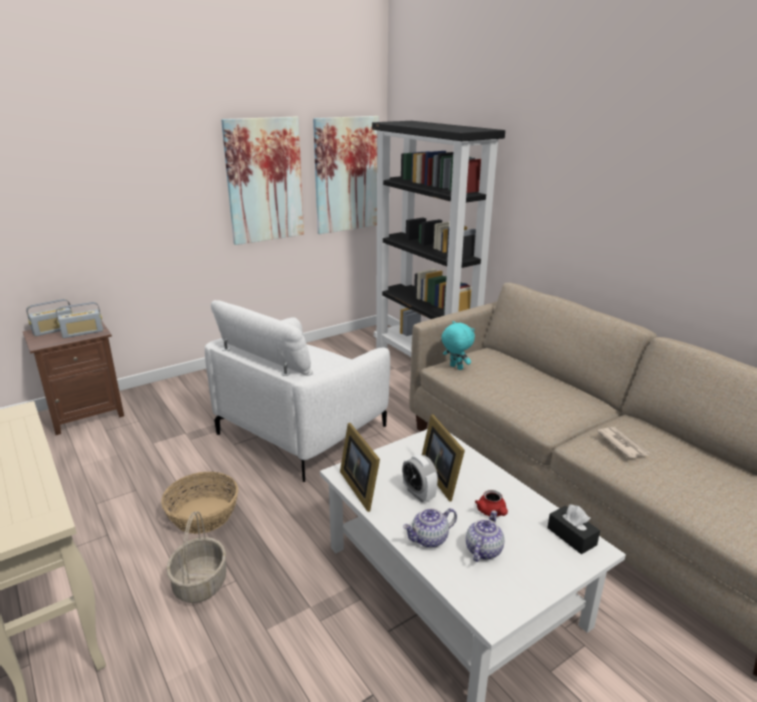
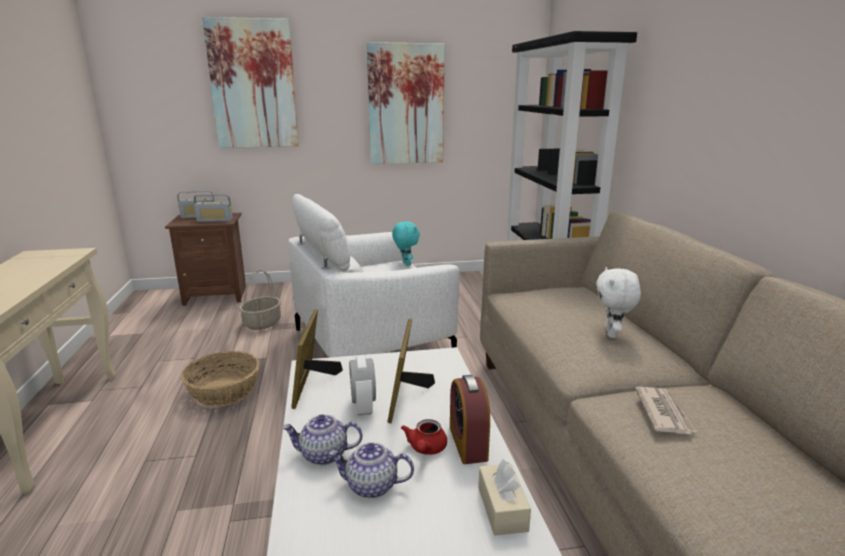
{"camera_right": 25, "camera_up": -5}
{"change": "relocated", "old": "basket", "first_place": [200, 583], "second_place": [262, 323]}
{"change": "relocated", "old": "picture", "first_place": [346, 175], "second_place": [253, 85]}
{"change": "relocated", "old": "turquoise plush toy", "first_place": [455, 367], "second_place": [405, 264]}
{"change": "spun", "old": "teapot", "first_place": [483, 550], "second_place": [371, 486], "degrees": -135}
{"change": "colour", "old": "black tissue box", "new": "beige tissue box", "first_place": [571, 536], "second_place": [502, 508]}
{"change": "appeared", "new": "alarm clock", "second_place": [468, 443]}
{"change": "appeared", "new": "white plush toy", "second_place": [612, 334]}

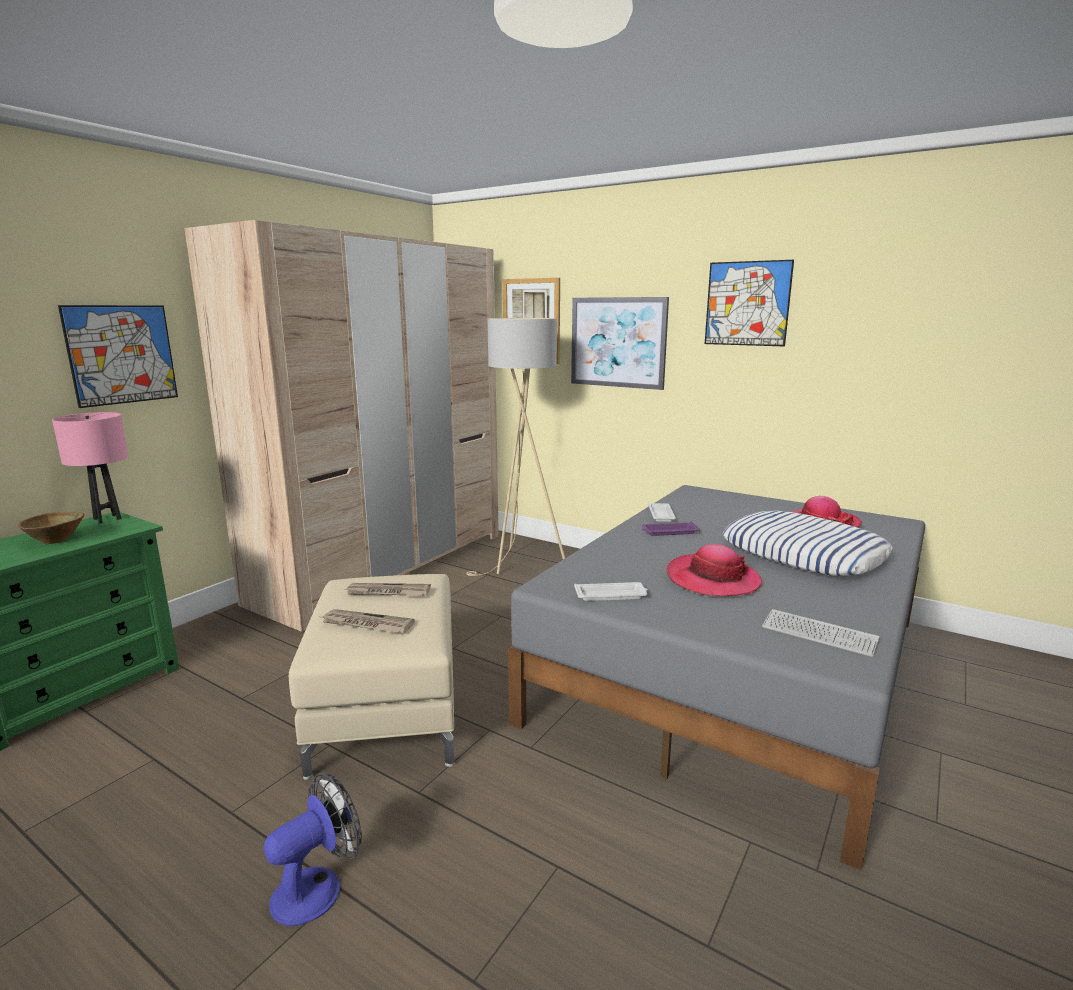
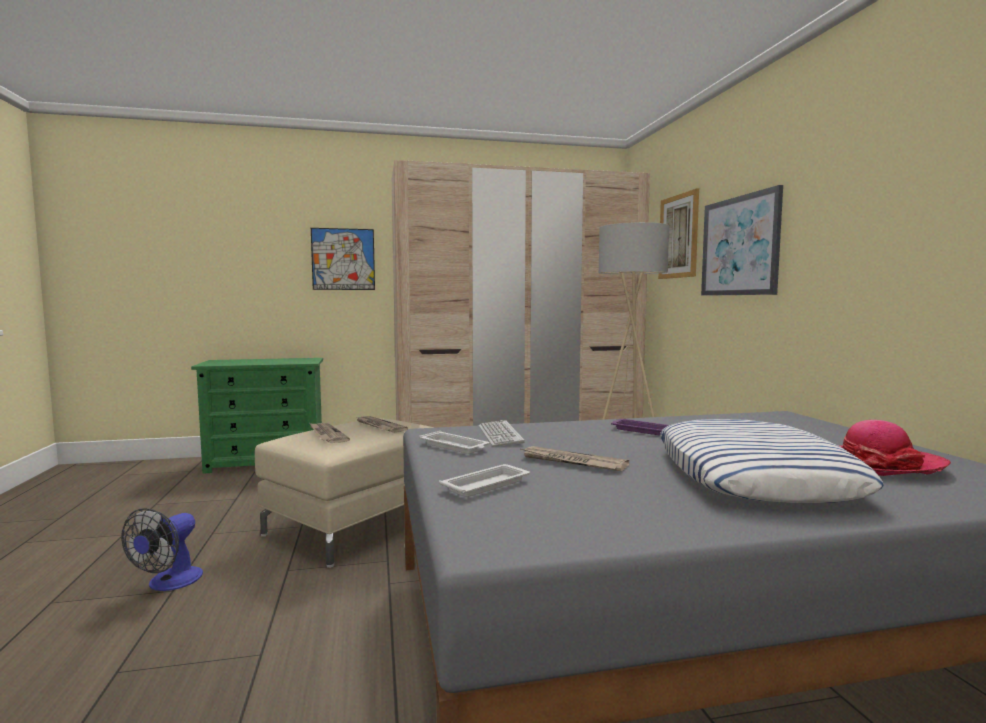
{"camera_right": 45, "camera_up": -10}
{"change": "missing", "old": "brown bowl", "first_place": [55, 540]}
{"change": "missing", "old": "pink table lamp", "first_place": [107, 519]}
{"change": "spun", "old": "fan", "first_place": [317, 887], "second_place": [169, 583], "degrees": 105}
{"change": "relocated", "old": "white tray", "first_place": [661, 515], "second_place": [487, 485]}
{"change": "exchanged", "old": "hat", "new": "newspaper", "first_place": [712, 579], "second_place": [572, 462]}
{"change": "missing", "old": "picture", "first_place": [747, 303]}
{"change": "relocated", "old": "keyboard", "first_place": [819, 634], "second_place": [499, 435]}

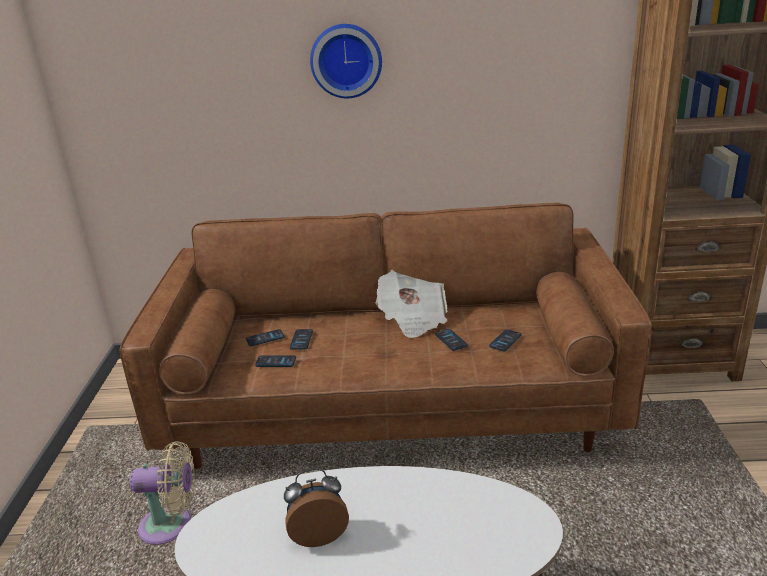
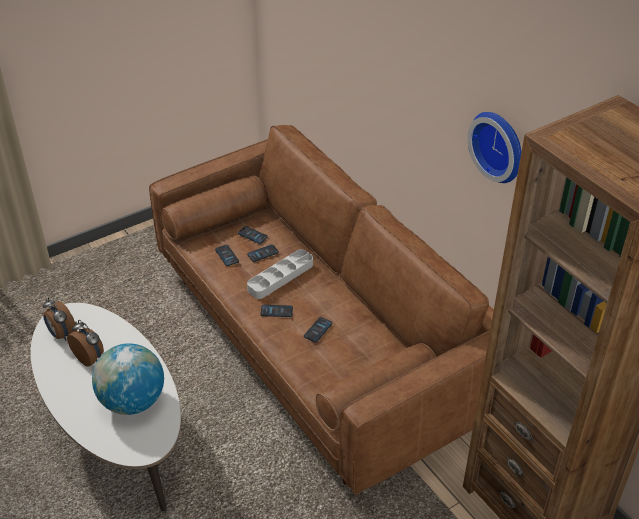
{"camera_right": 55, "camera_up": 15}
{"change": "missing", "old": "beige fan", "first_place": [171, 525]}
{"change": "relocated", "old": "wall clock", "first_place": [346, 60], "second_place": [500, 145]}
{"change": "missing", "old": "newspaper", "first_place": [412, 318]}
{"change": "relocated", "old": "phone", "first_place": [505, 341], "second_place": [276, 311]}
{"change": "appeared", "new": "alarm clock", "second_place": [62, 334]}
{"change": "appeared", "new": "globe", "second_place": [132, 401]}
{"change": "appeared", "new": "grey tray", "second_place": [280, 277]}

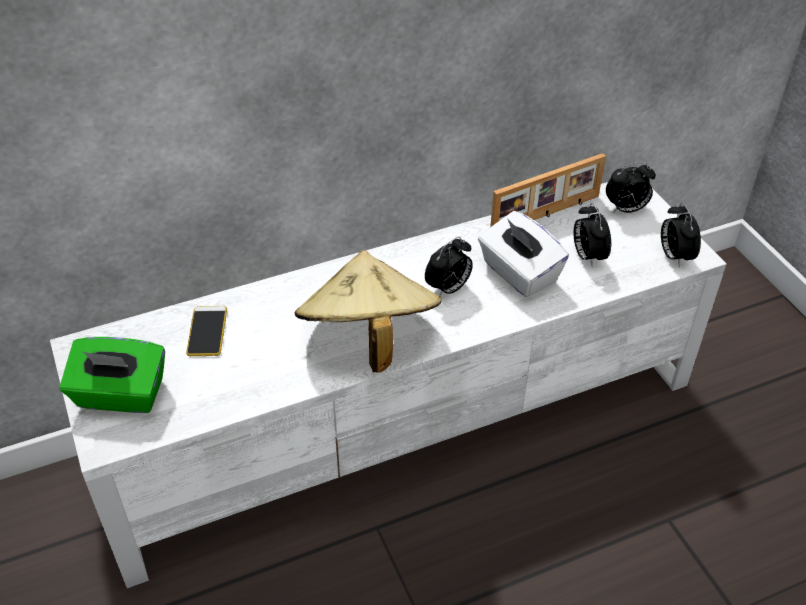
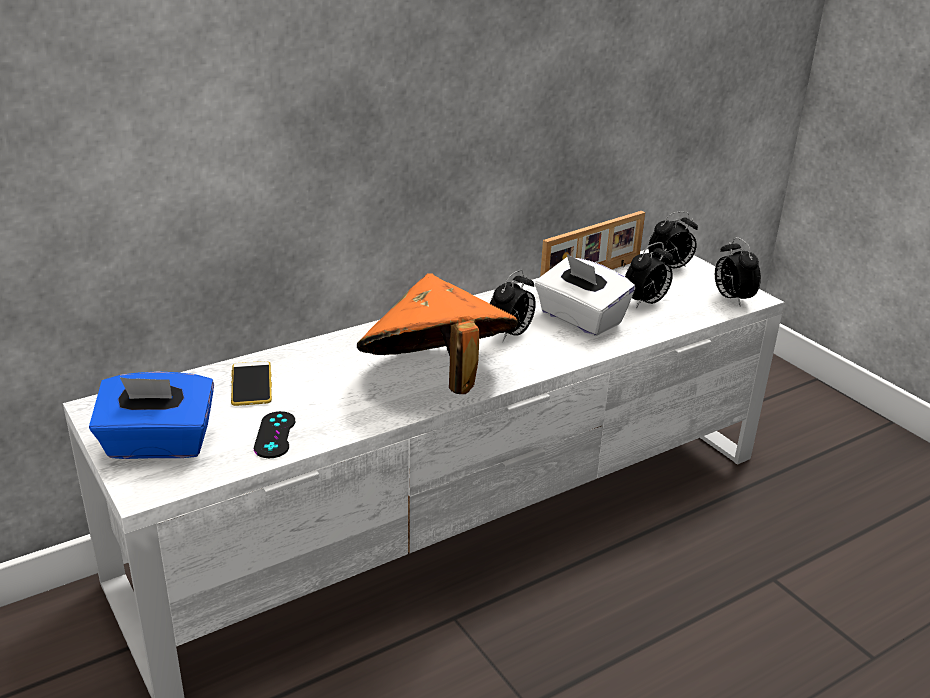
{"camera_right": -10, "camera_up": -15}
{"change": "colour", "old": "green tissue box", "new": "blue tissue box", "first_place": [120, 395], "second_place": [158, 445]}
{"change": "colour", "old": "beige hat", "new": "orange hat", "first_place": [368, 339], "second_place": [436, 379]}
{"change": "spun", "old": "alarm clock", "first_place": [587, 256], "second_place": [645, 303], "degrees": -105}
{"change": "appeared", "new": "black game controller", "second_place": [275, 435]}

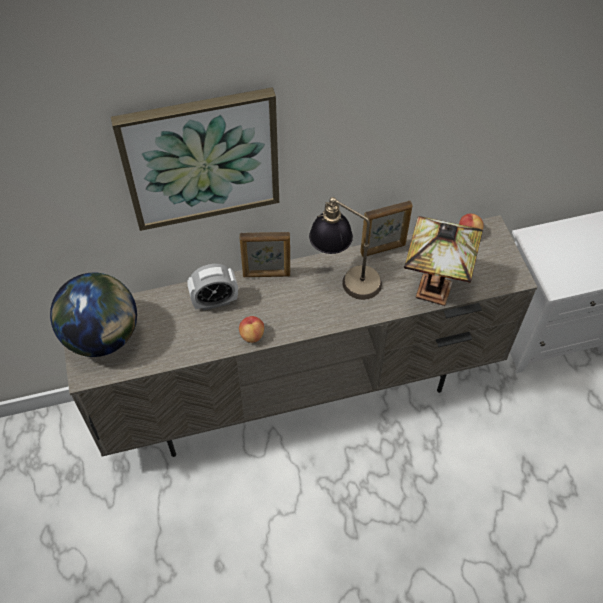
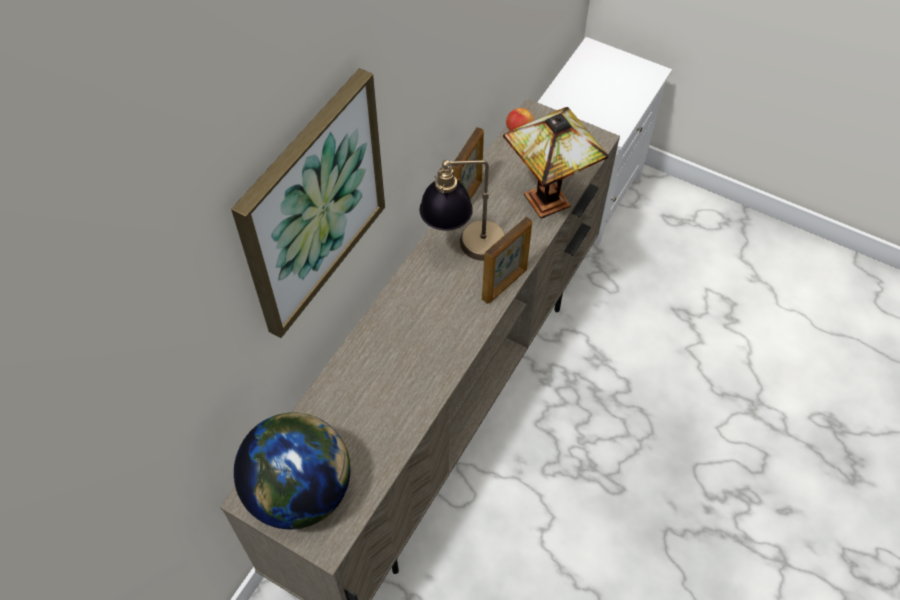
{"camera_right": -45, "camera_up": 0}
{"change": "missing", "old": "alarm clock", "first_place": [215, 301]}
{"change": "relocated", "old": "picture frame", "first_place": [266, 274], "second_place": [505, 284]}
{"change": "missing", "old": "apple", "first_place": [252, 335]}

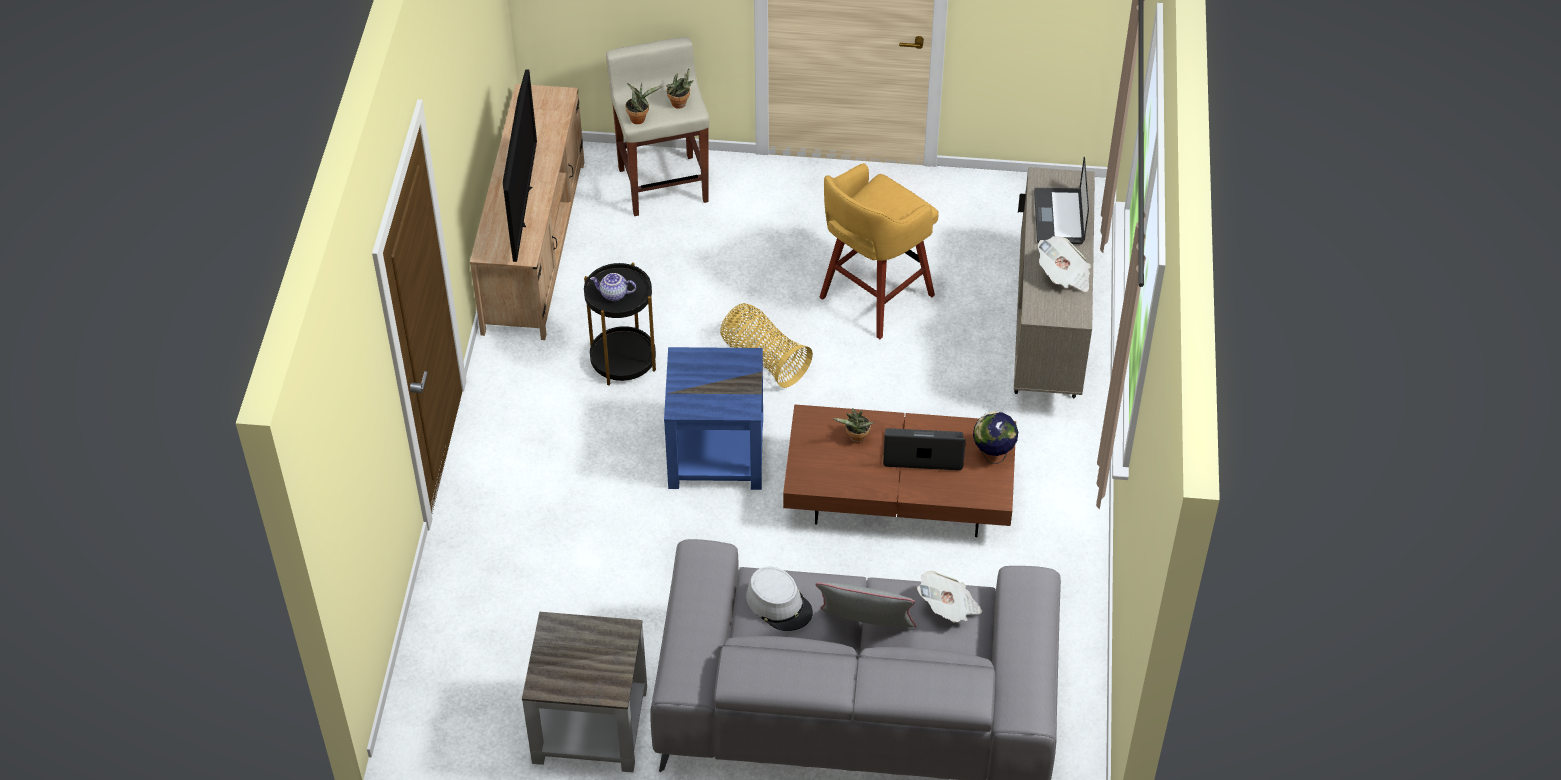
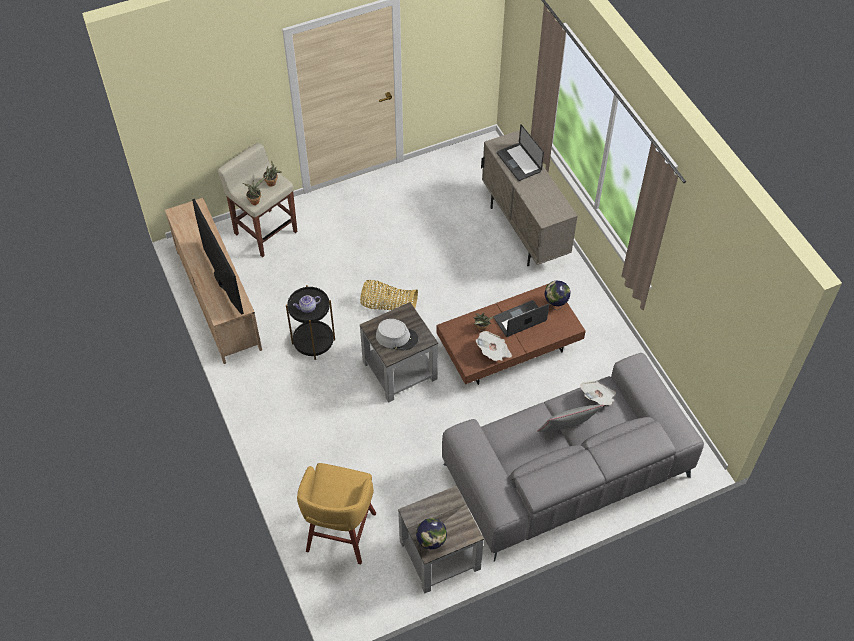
{"camera_right": -30, "camera_up": 5}
{"change": "colour", "old": "blue side table", "new": "grey side table", "first_place": [717, 452], "second_place": [400, 369]}
{"change": "relocated", "old": "grey hat", "first_place": [779, 604], "second_place": [397, 337]}
{"change": "relocated", "old": "yellow stool", "first_place": [874, 298], "second_place": [340, 534]}
{"change": "relocated", "old": "newspaper", "first_place": [1064, 276], "second_place": [493, 352]}
{"change": "appeared", "new": "globe", "second_place": [431, 543]}

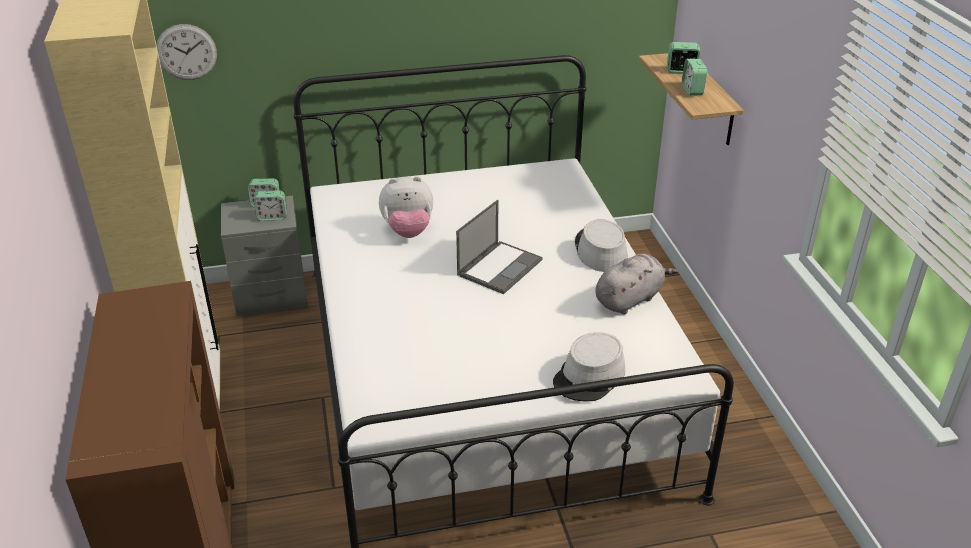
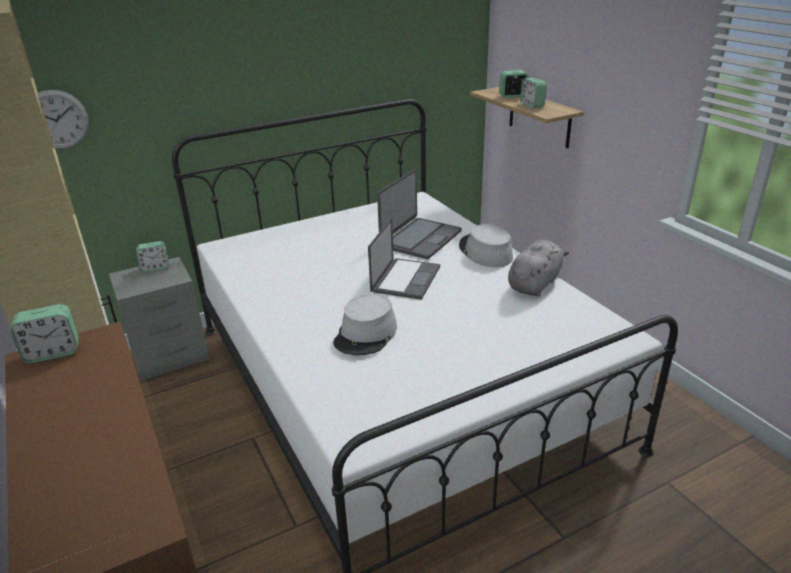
{"camera_right": -15, "camera_up": -5}
{"change": "relocated", "old": "alarm clock", "first_place": [272, 217], "second_place": [52, 352]}
{"change": "missing", "old": "plush toy", "first_place": [408, 231]}
{"change": "relocated", "old": "grey hat", "first_place": [589, 376], "second_place": [366, 334]}
{"change": "appeared", "new": "laptop", "second_place": [420, 239]}

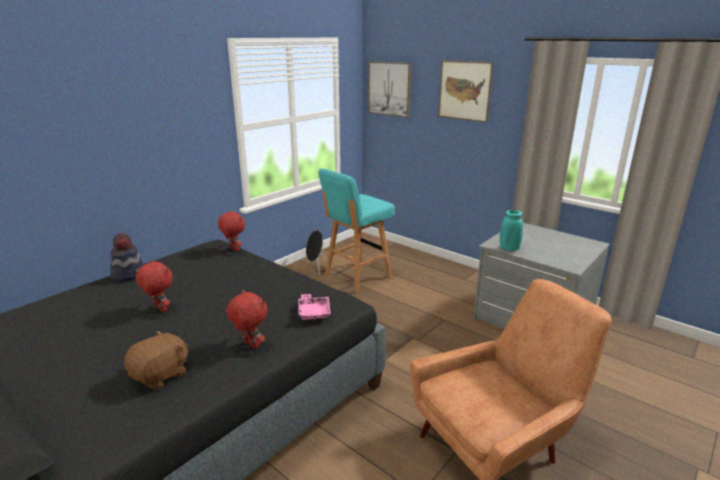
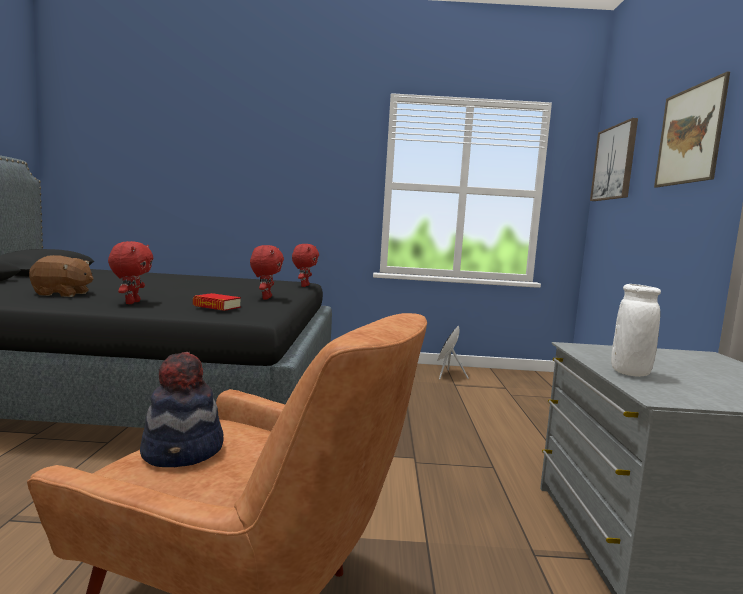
{"camera_right": 50, "camera_up": -15}
{"change": "relocated", "old": "hat", "first_place": [129, 274], "second_place": [184, 452]}
{"change": "relocated", "old": "red plush toy", "first_place": [160, 309], "second_place": [265, 298]}
{"change": "exchanged", "old": "pink tray", "new": "book", "first_place": [314, 312], "second_place": [217, 306]}
{"change": "missing", "old": "turquoise stool", "first_place": [356, 277]}
{"change": "missing", "old": "turquoise vase", "first_place": [509, 249]}
{"change": "appeared", "new": "white vase", "second_place": [630, 373]}

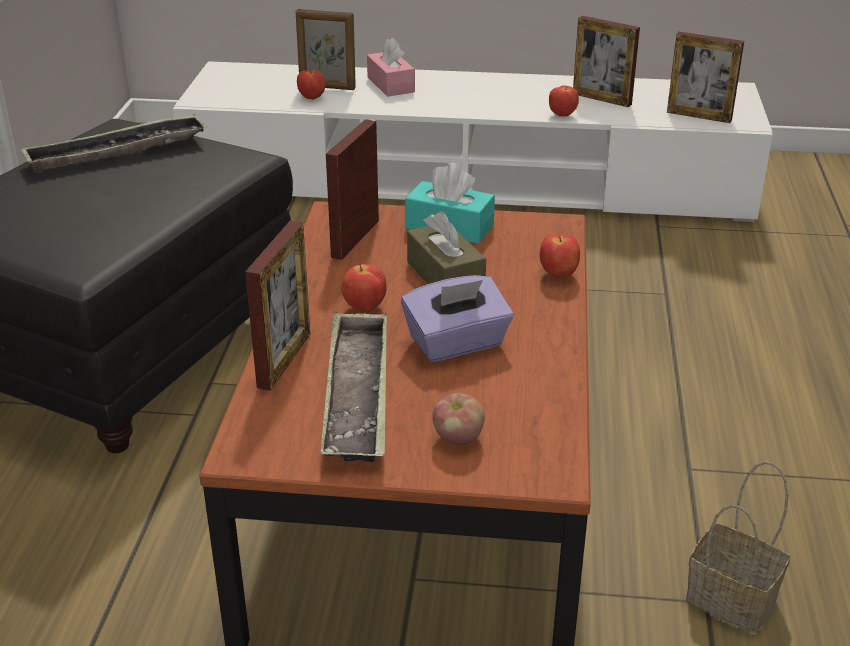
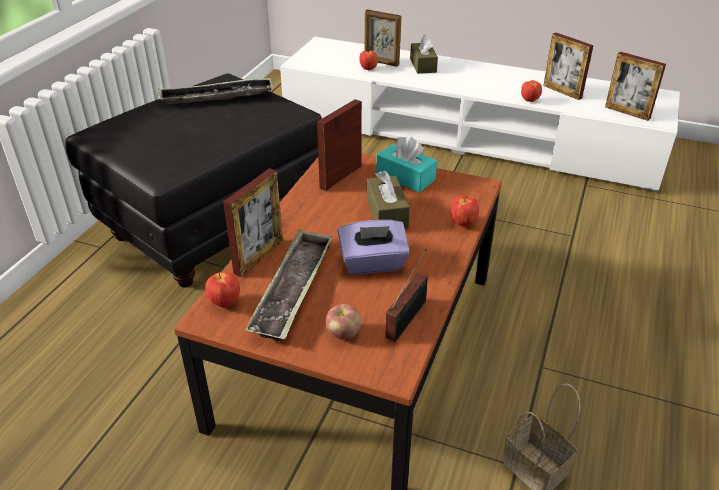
{"camera_right": 15, "camera_up": 5}
{"change": "relocated", "old": "apple", "first_place": [364, 307], "second_place": [224, 303]}
{"change": "colour", "old": "pink tissue box", "new": "brown tissue box", "first_place": [390, 85], "second_place": [423, 65]}
{"change": "appeared", "new": "radio", "second_place": [408, 317]}

